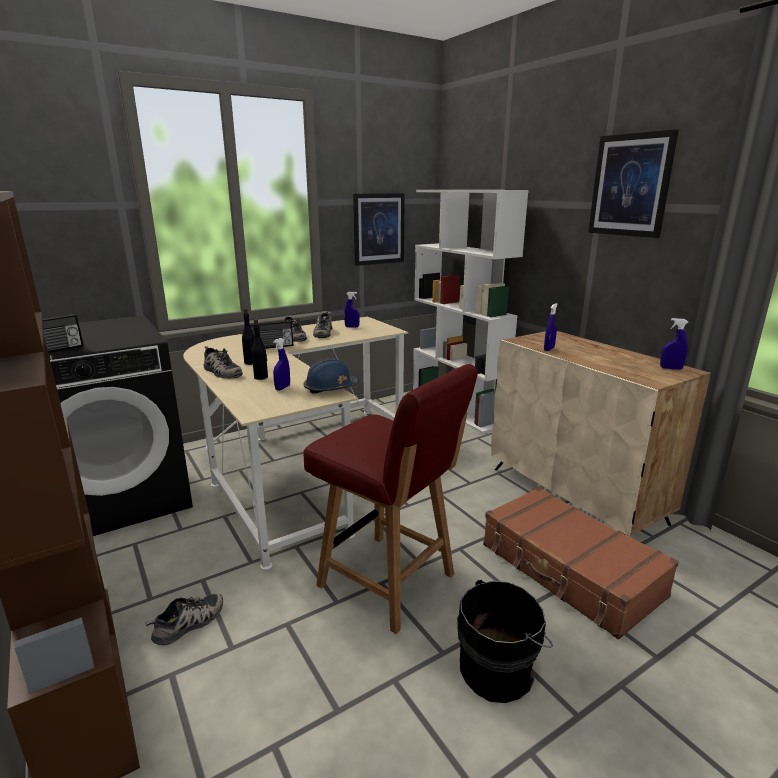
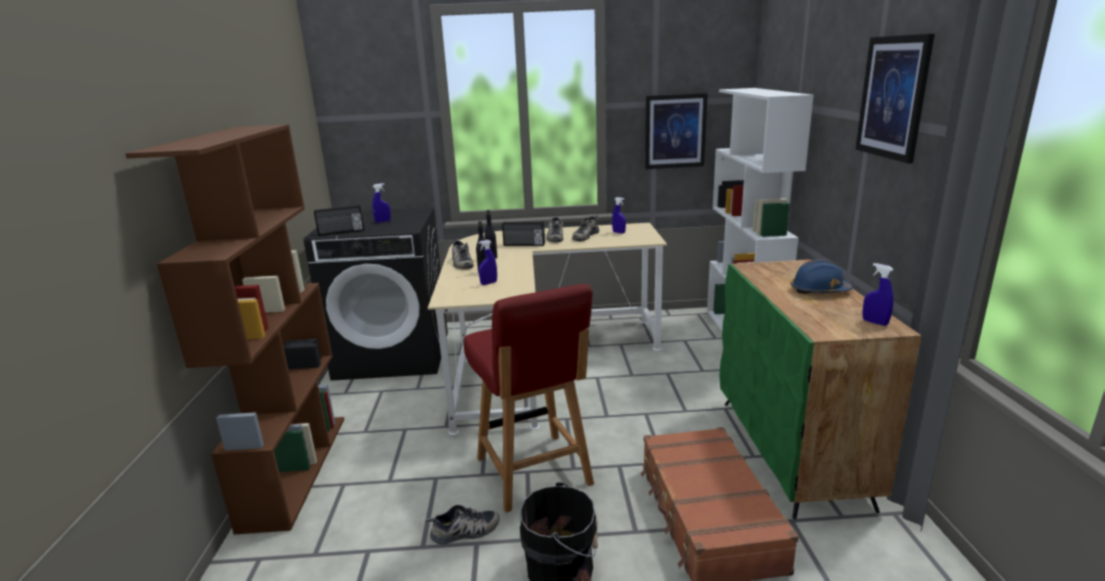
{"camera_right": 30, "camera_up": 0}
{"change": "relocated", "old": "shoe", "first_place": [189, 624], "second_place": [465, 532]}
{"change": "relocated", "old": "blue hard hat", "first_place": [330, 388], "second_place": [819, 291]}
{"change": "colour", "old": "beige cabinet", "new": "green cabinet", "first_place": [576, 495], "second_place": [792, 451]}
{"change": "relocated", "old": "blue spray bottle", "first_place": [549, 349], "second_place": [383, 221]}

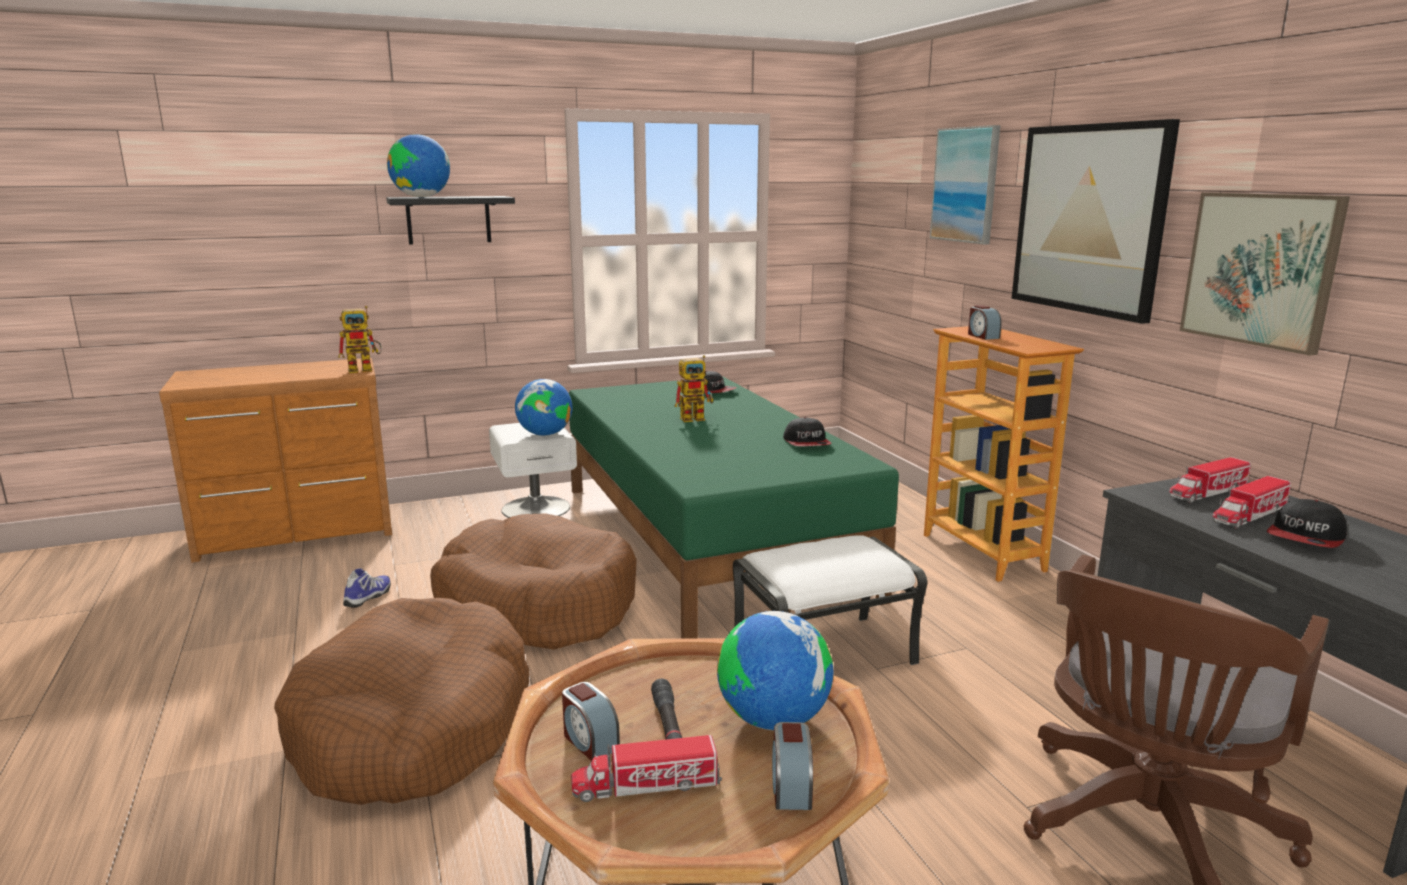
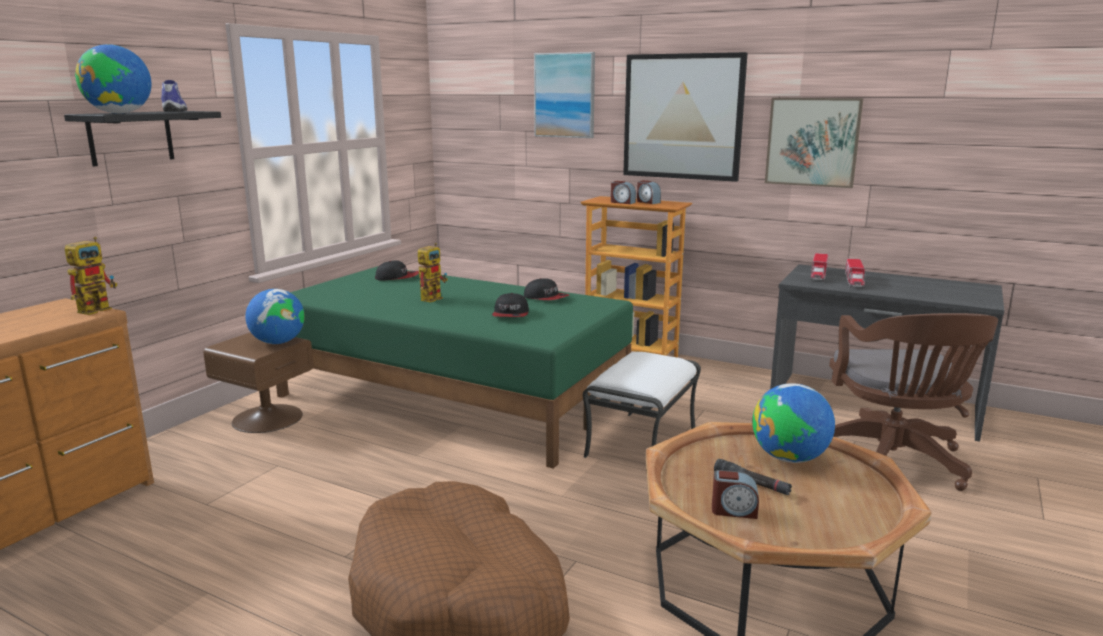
{"camera_right": -40, "camera_up": 0}
{"change": "relocated", "old": "shoe", "first_place": [369, 597], "second_place": [175, 111]}
{"change": "missing", "old": "brown dog bed", "first_place": [537, 605]}
{"change": "colour", "old": "white nightstand", "new": "brown nightstand", "first_place": [535, 508], "second_place": [267, 418]}
{"change": "missing", "old": "toy truck", "first_place": [646, 785]}
{"change": "relocated", "old": "alarm clock", "first_place": [791, 787], "second_place": [647, 202]}
{"change": "relocated", "old": "cap", "first_place": [1306, 537], "second_place": [511, 314]}

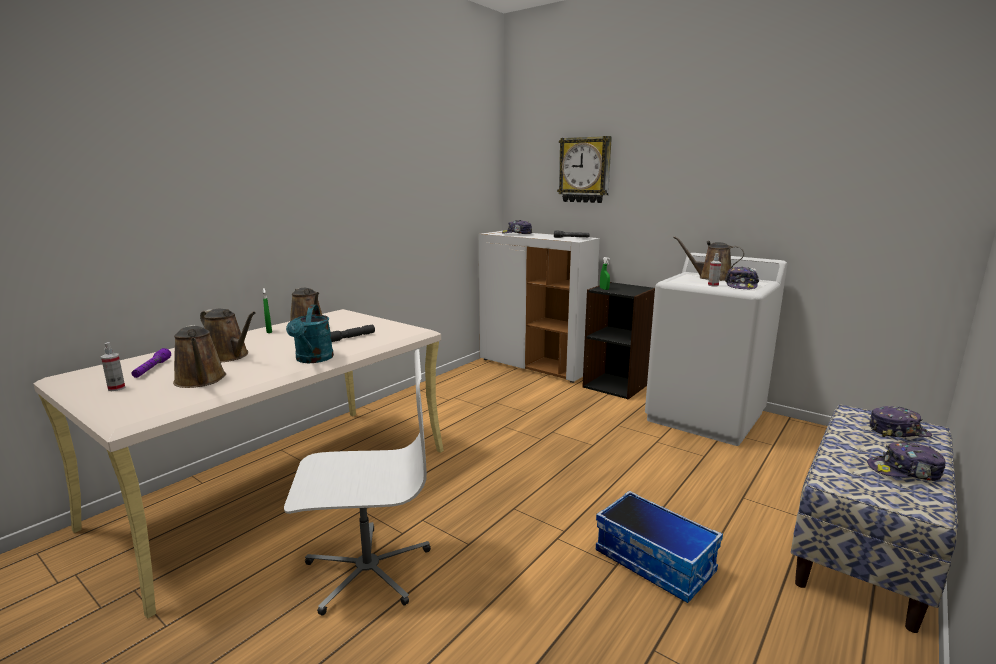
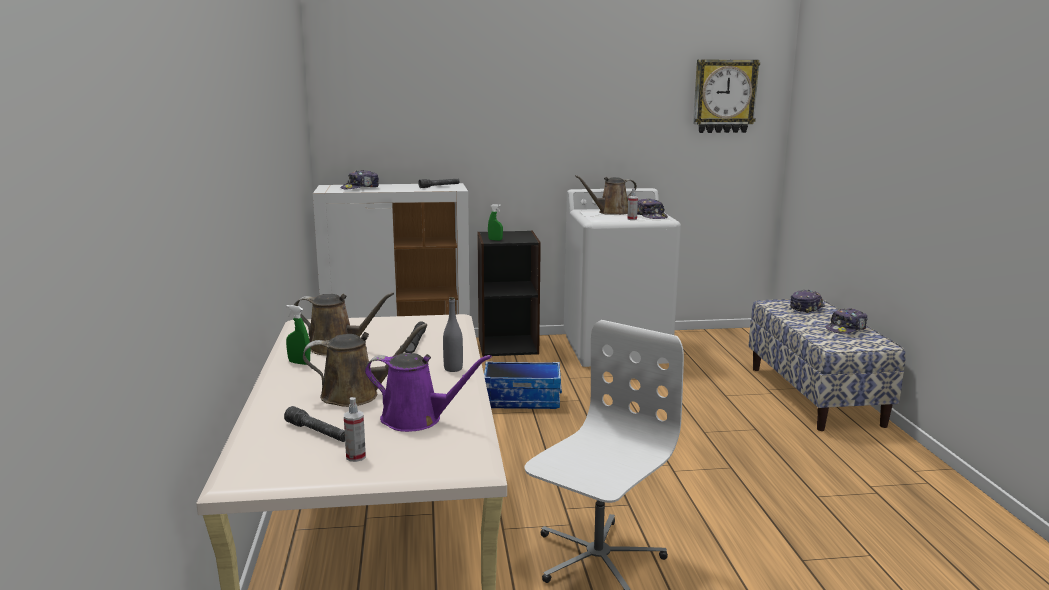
{"camera_right": -45, "camera_up": 0}
{"change": "colour", "old": "purple flashlight", "new": "grey flashlight", "first_place": [152, 369], "second_place": [317, 432]}
{"change": "colour", "old": "brown watering can", "new": "purple watering can", "first_place": [200, 380], "second_place": [417, 419]}
{"change": "exchanged", "old": "turquoise watering can", "new": "grey bottle", "first_place": [313, 359], "second_place": [453, 369]}
{"change": "relocated", "old": "wall clock", "first_place": [585, 170], "second_place": [724, 96]}
{"change": "relocated", "old": "storage box", "first_place": [655, 562], "second_place": [522, 400]}

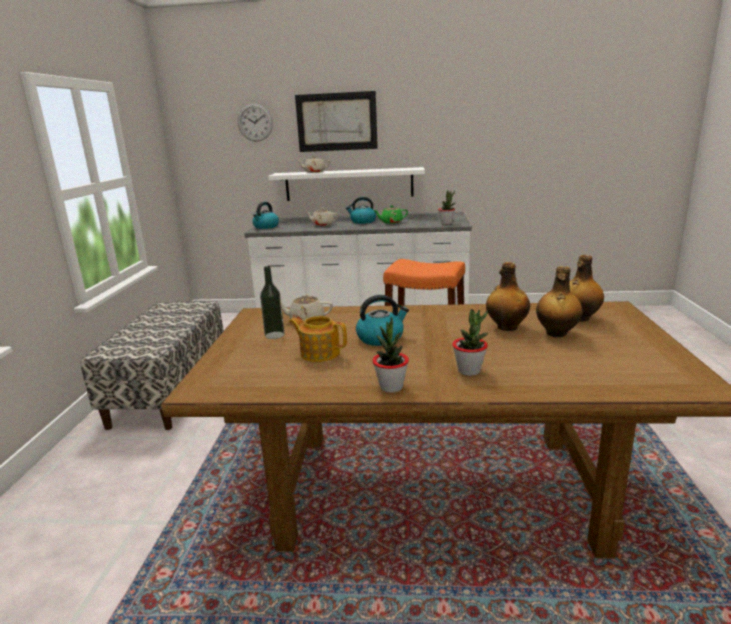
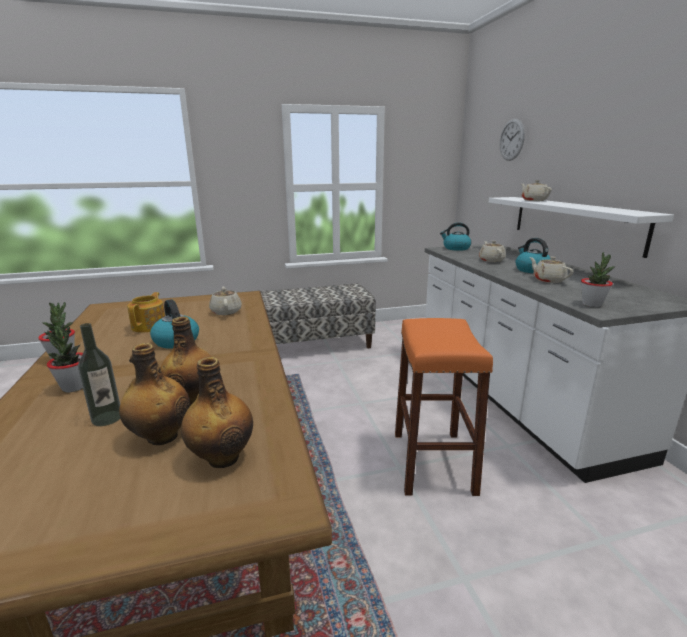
{"camera_right": 70, "camera_up": 0}
{"change": "relocated", "old": "bottle", "first_place": [274, 335], "second_place": [107, 418]}
{"change": "missing", "old": "picture", "first_place": [336, 122]}
{"change": "colour", "old": "green teapot", "new": "beige teapot", "first_place": [391, 222], "second_place": [548, 280]}

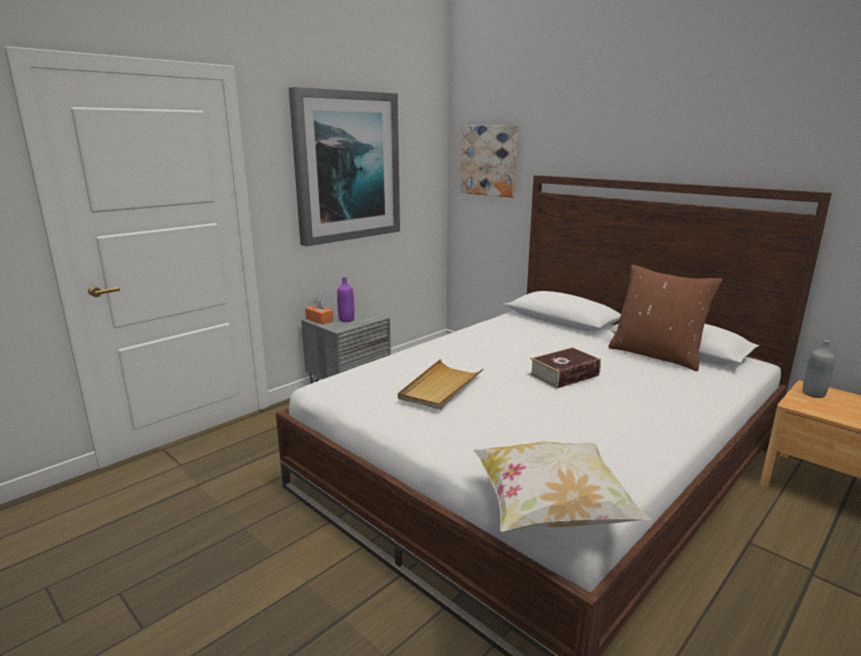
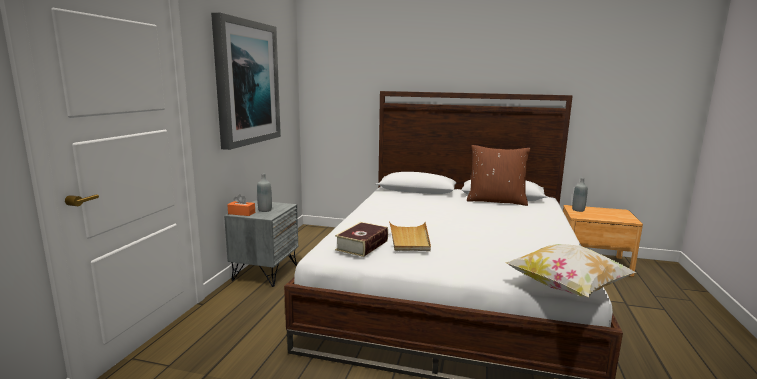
{"camera_right": -30, "camera_up": -5}
{"change": "colour", "old": "purple bottle", "new": "grey bottle", "first_place": [346, 320], "second_place": [265, 210]}
{"change": "missing", "old": "picture", "first_place": [489, 160]}
{"change": "relocated", "old": "book", "first_place": [564, 375], "second_place": [362, 245]}

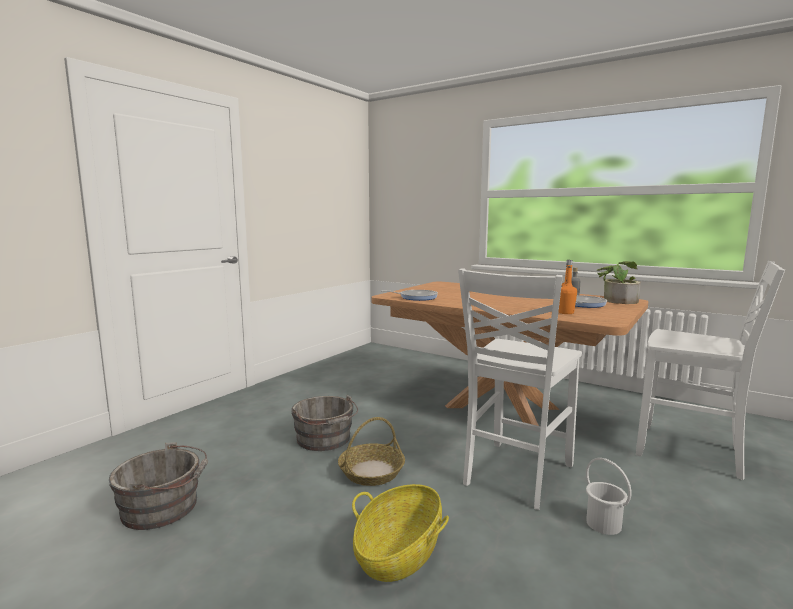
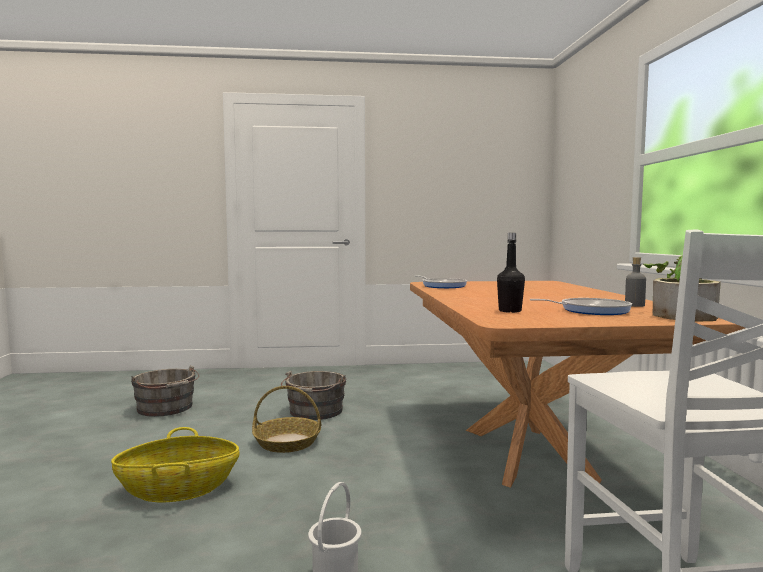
{"camera_right": 50, "camera_up": -5}
{"change": "missing", "old": "white chair", "first_place": [515, 475]}
{"change": "colour", "old": "orange bottle", "new": "black bottle", "first_place": [565, 313], "second_place": [510, 311]}

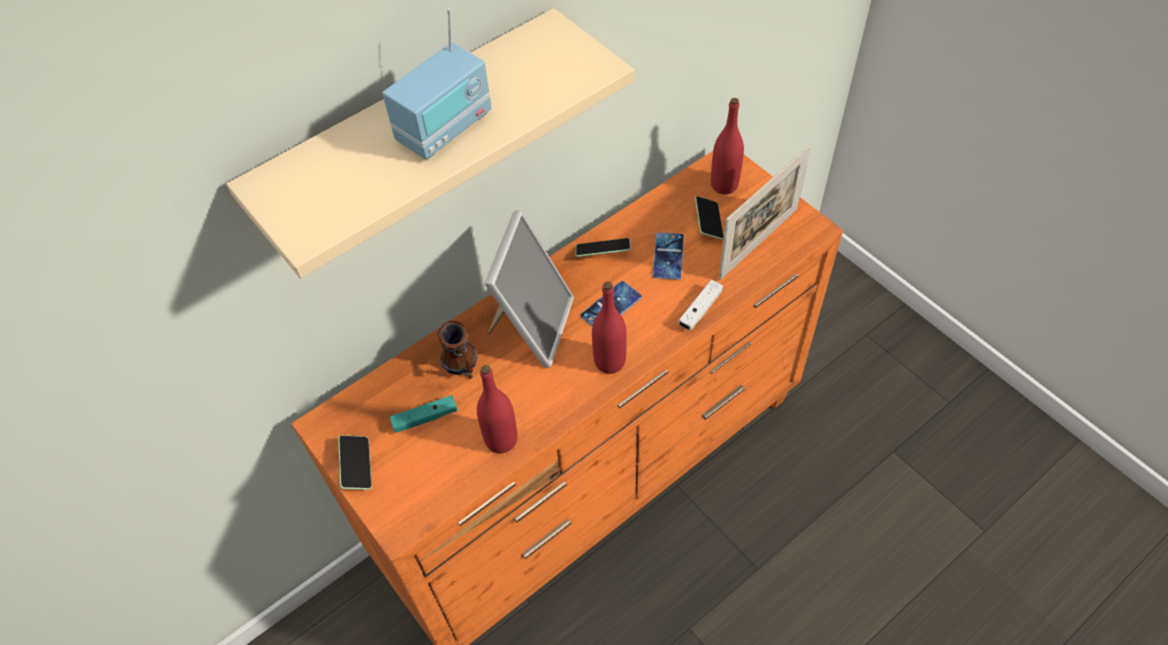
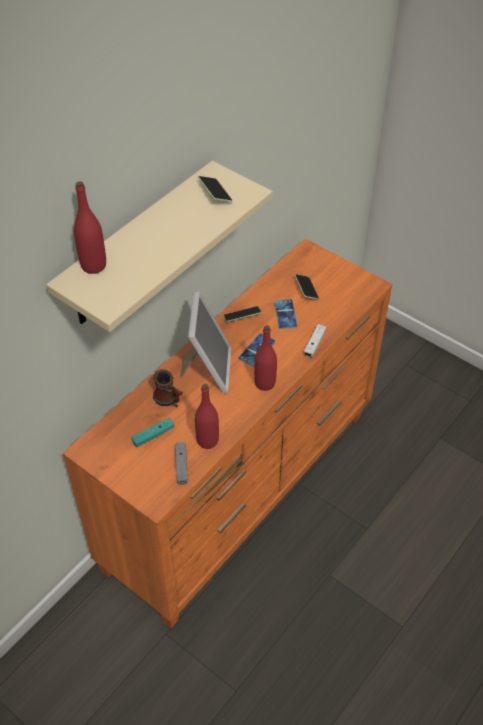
{"camera_right": -15, "camera_up": -5}
{"change": "relocated", "old": "phone", "first_place": [357, 466], "second_place": [215, 194]}
{"change": "missing", "old": "radio", "first_place": [445, 129]}
{"change": "relocated", "old": "red bottle", "first_place": [724, 185], "second_place": [93, 266]}
{"change": "missing", "old": "picture frame", "first_place": [758, 243]}
{"change": "appeared", "new": "grey game controller", "second_place": [181, 466]}

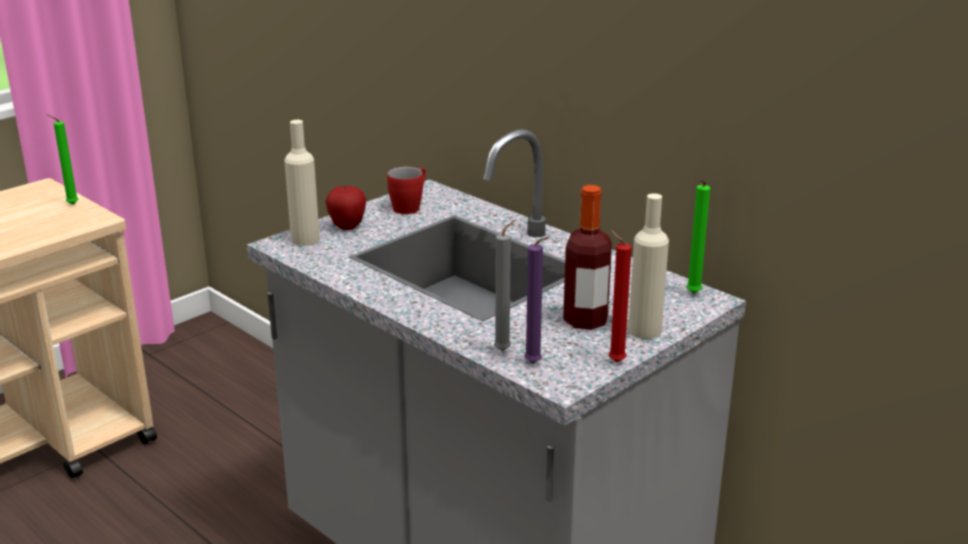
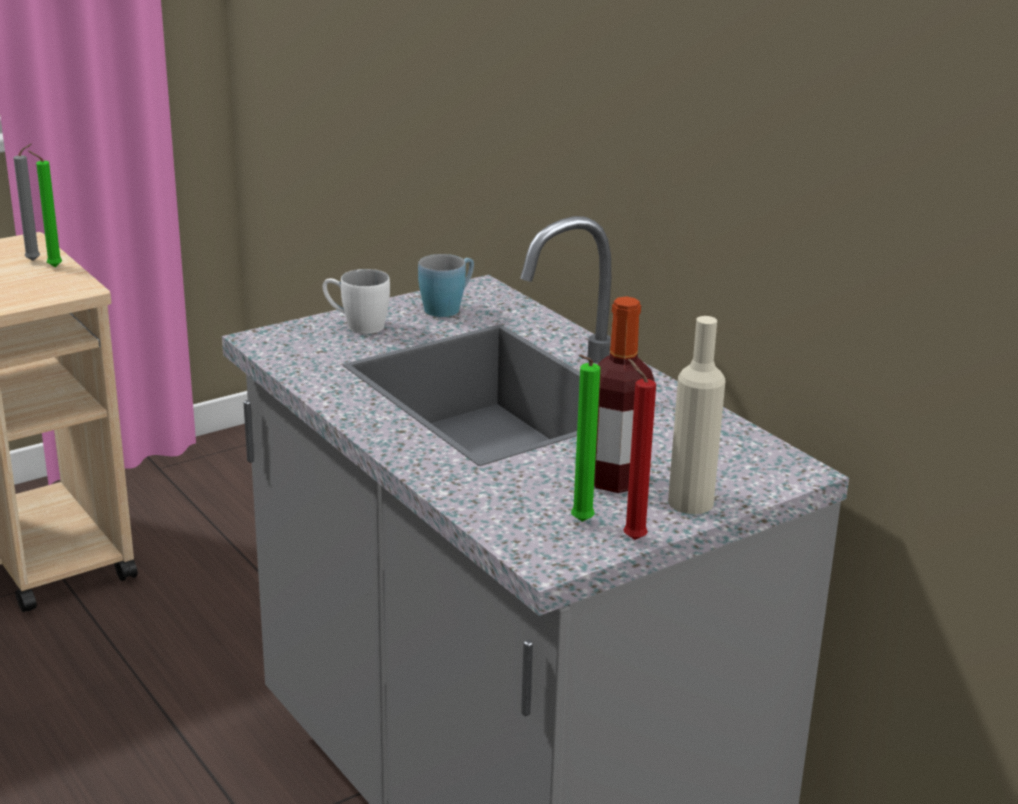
{"camera_right": 10, "camera_up": 0}
{"change": "missing", "old": "beige bottle", "first_place": [305, 239]}
{"change": "exchanged", "old": "apple", "new": "white mug", "first_place": [347, 226], "second_place": [356, 326]}
{"change": "colour", "old": "red mug", "new": "blue mug", "first_place": [410, 206], "second_place": [448, 307]}
{"change": "relocated", "old": "grey candle", "first_place": [504, 350], "second_place": [35, 260]}
{"change": "missing", "old": "purple candle", "first_place": [535, 364]}
{"change": "relocated", "old": "green candle", "first_place": [692, 294], "second_place": [579, 523]}

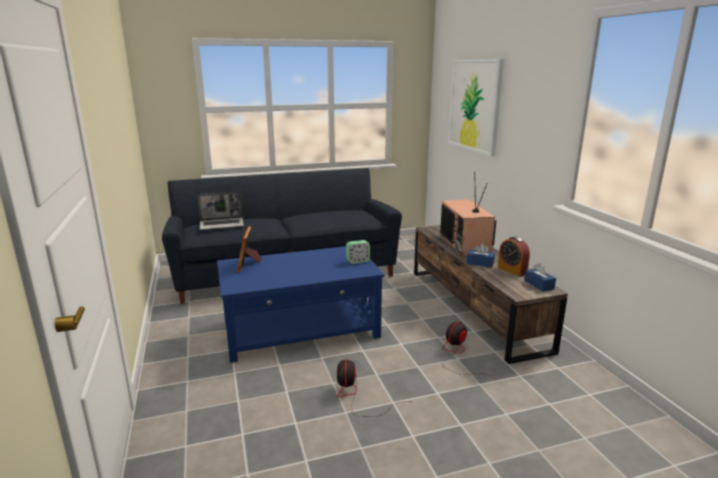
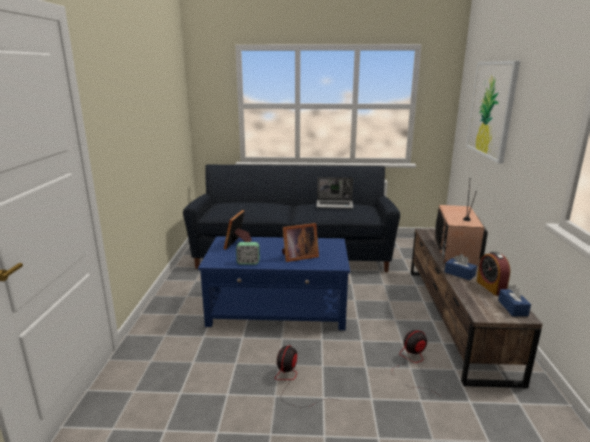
{"camera_right": 20, "camera_up": 0}
{"change": "relocated", "old": "laptop", "first_place": [222, 224], "second_place": [335, 205]}
{"change": "relocated", "old": "alarm clock", "first_place": [358, 261], "second_place": [248, 262]}
{"change": "appeared", "new": "picture frame", "second_place": [298, 257]}

